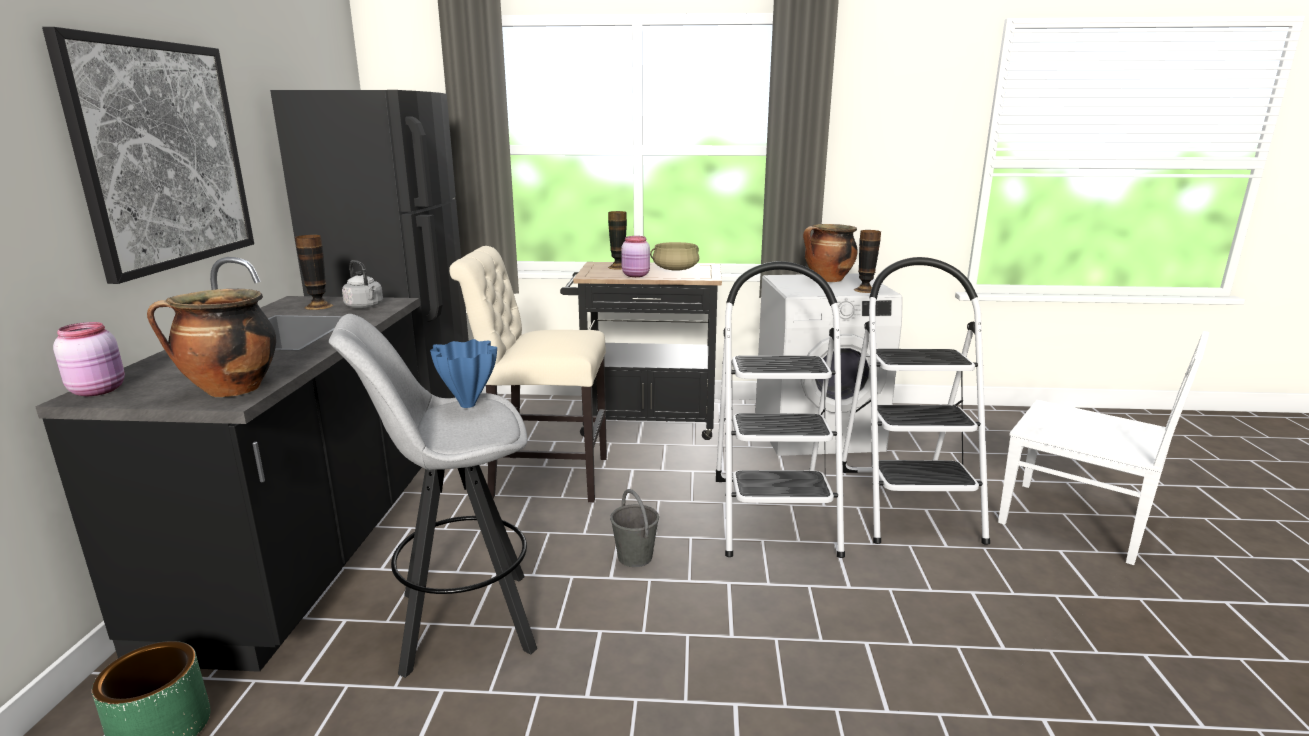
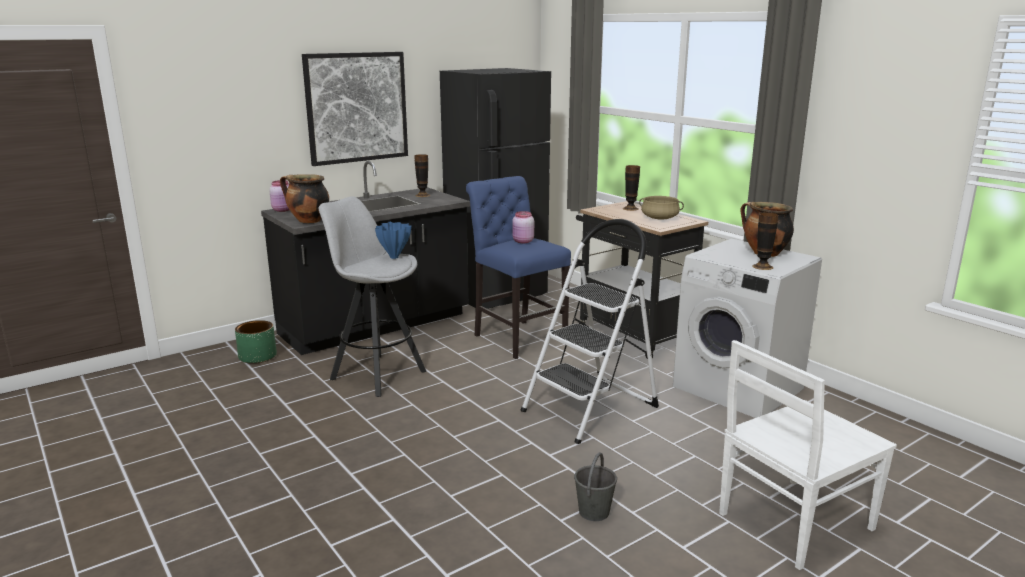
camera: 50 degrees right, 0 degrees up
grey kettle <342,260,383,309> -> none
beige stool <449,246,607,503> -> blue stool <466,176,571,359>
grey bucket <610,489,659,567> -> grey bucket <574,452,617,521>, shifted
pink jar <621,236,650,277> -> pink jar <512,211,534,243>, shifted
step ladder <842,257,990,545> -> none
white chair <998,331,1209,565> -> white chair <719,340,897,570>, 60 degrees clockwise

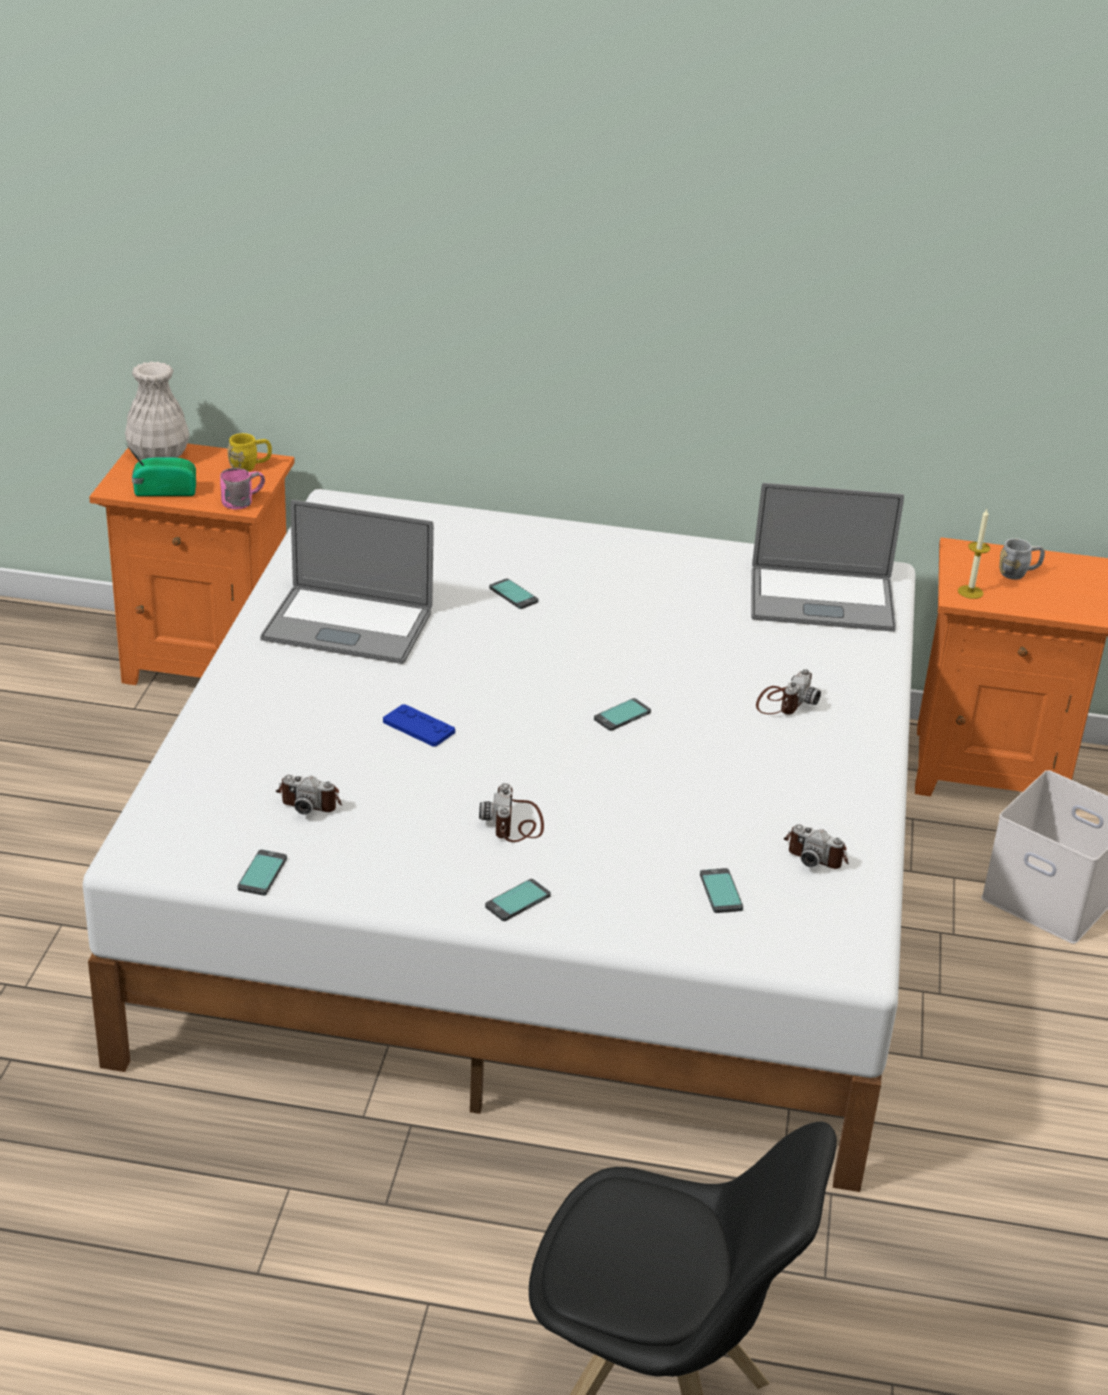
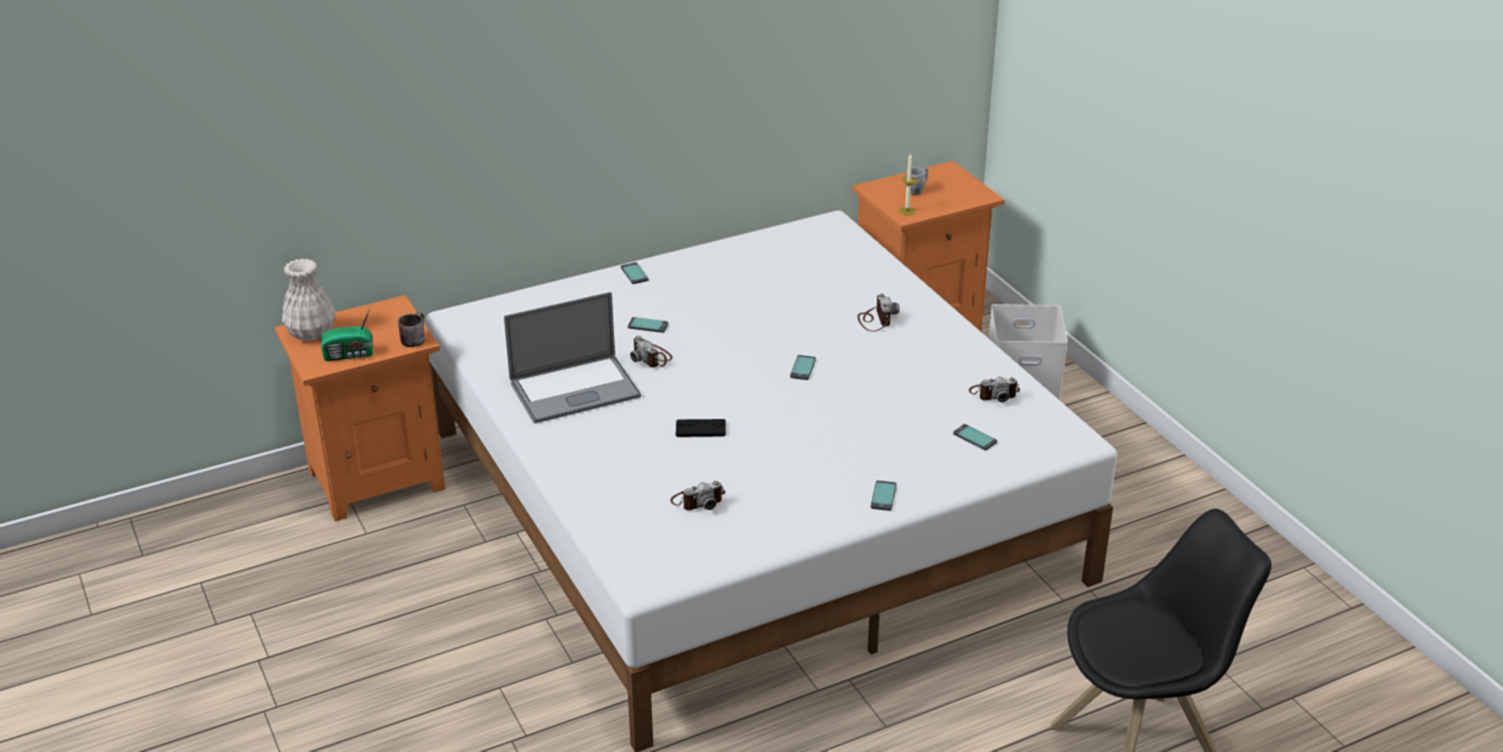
camera: 35 degrees left, 0 degrees up
radio <125,443,196,496> -> radio <321,305,373,361>, 150 degrees counterclockwise
pink mug <220,468,265,509> -> brown mug <398,312,425,347>
yellow mug <227,433,272,471> -> none
phone <238,850,287,896> -> phone <621,262,648,284>, shifted
blue game controller <383,704,455,747> -> black game controller <676,419,726,437>
photo camera <479,783,544,842> -> photo camera <630,336,672,367>, shifted
laptop <751,483,904,632> -> none

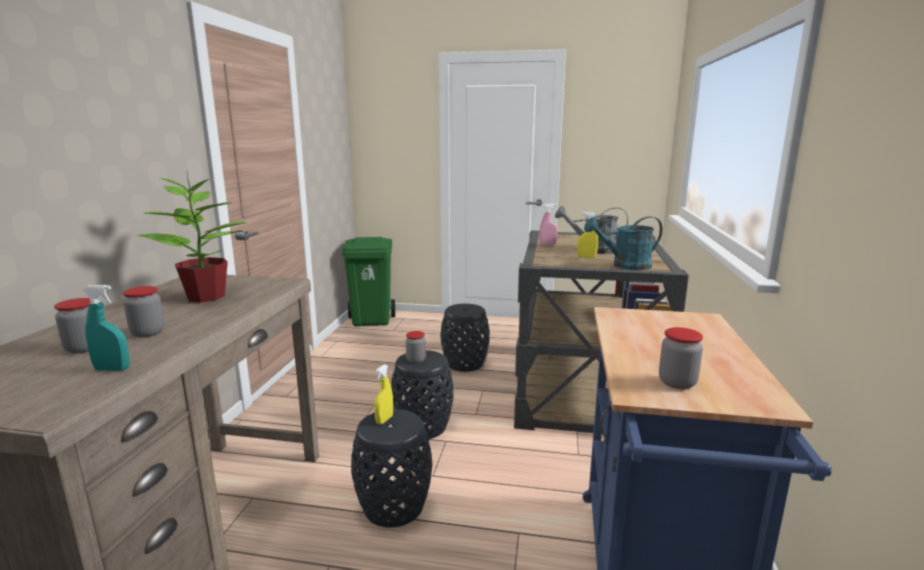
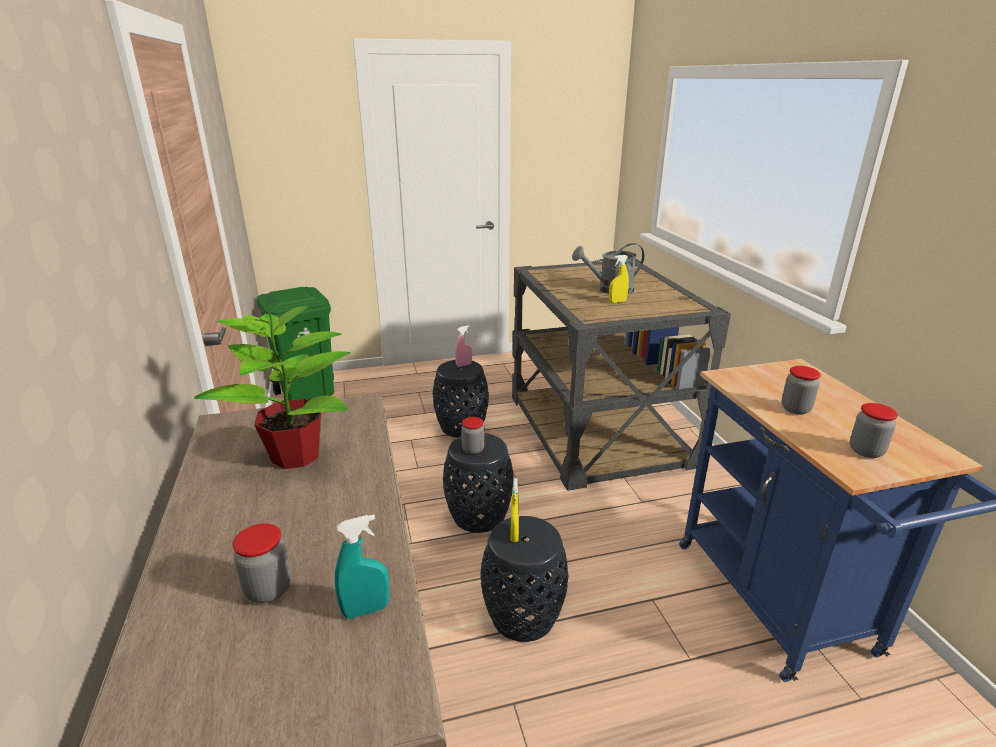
camera: 25 degrees left, 10 degrees up
jar <123,286,164,337> -> jar <781,366,821,414>, shifted
pink spray bottle <539,204,558,245> -> pink spray bottle <455,325,472,367>, shifted
turquoise watering can <584,216,663,270> -> none

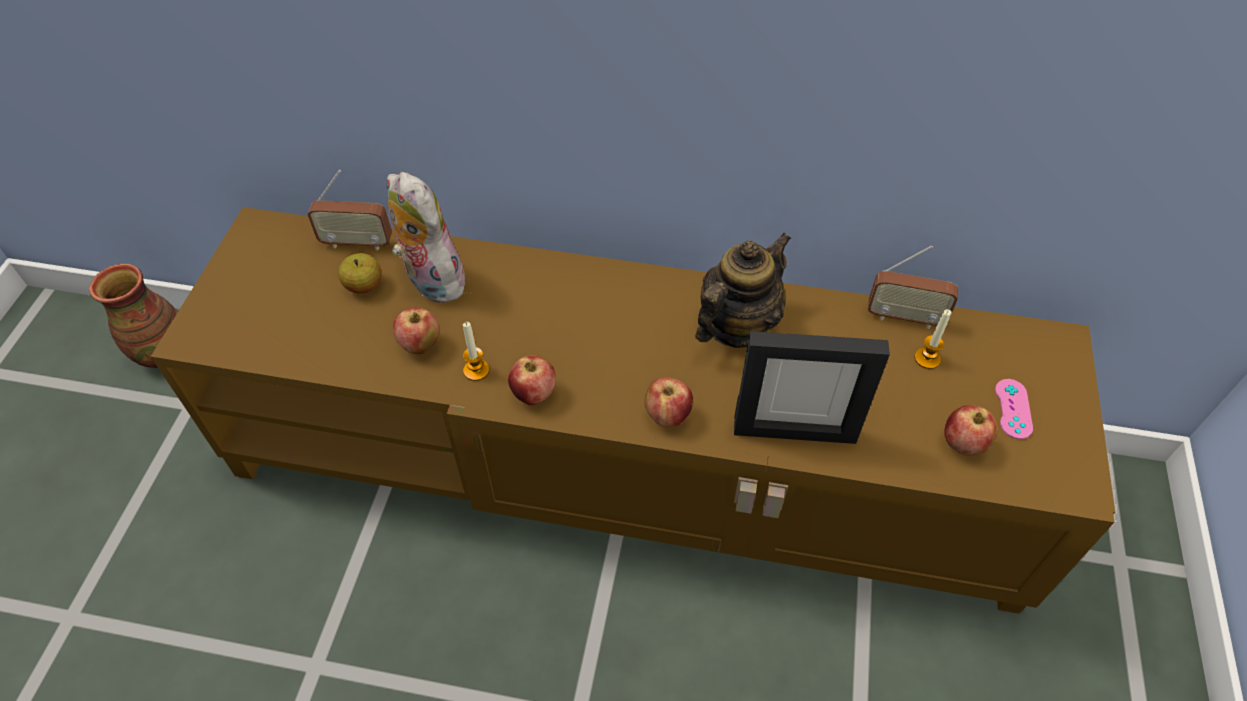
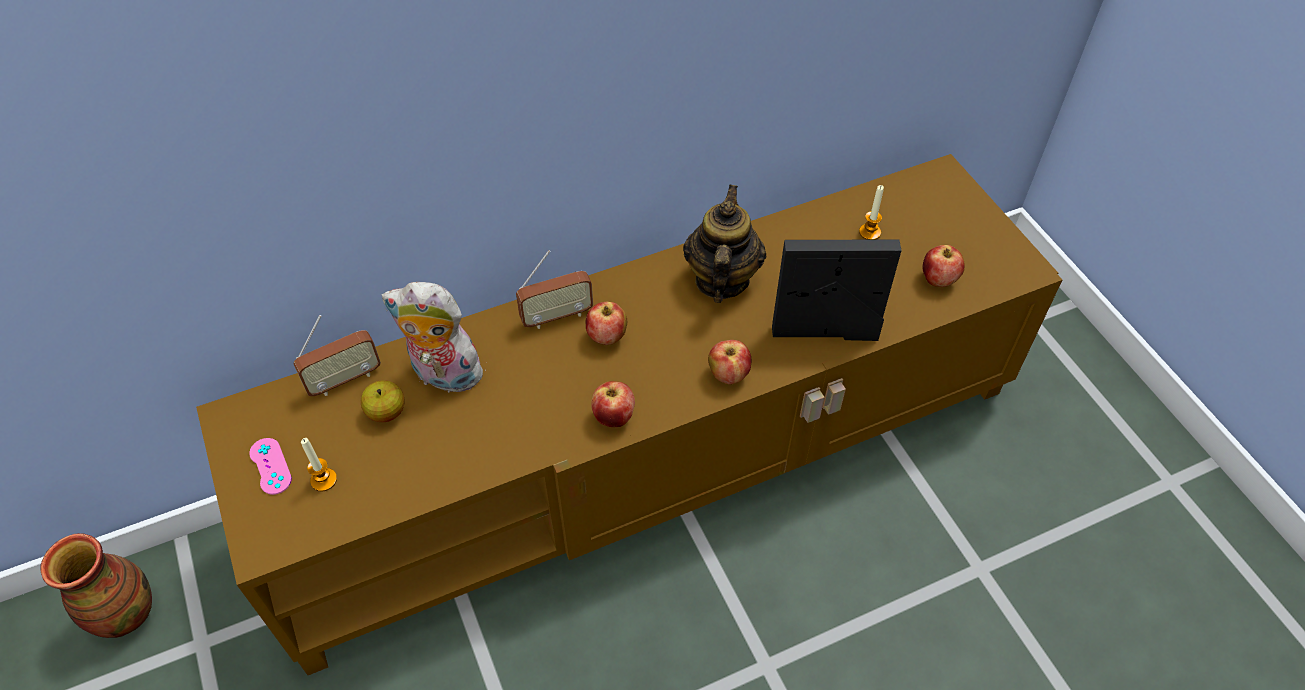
camera: 35 degrees left, 0 degrees up
apple <393,307,439,354> -> apple <586,302,627,345>, shifted
candle <463,322,489,381> -> candle <301,438,337,492>, shifted
picture frame <734,331,890,444> -> picture frame <772,239,902,341>, 150 degrees counterclockwise
radio <868,245,958,329> -> radio <516,250,593,329>, shifted
pink game controller <995,379,1033,439> -> pink game controller <249,438,292,495>, shifted

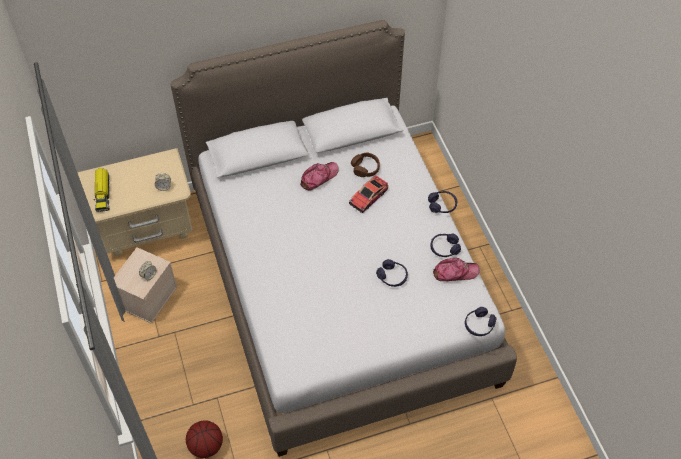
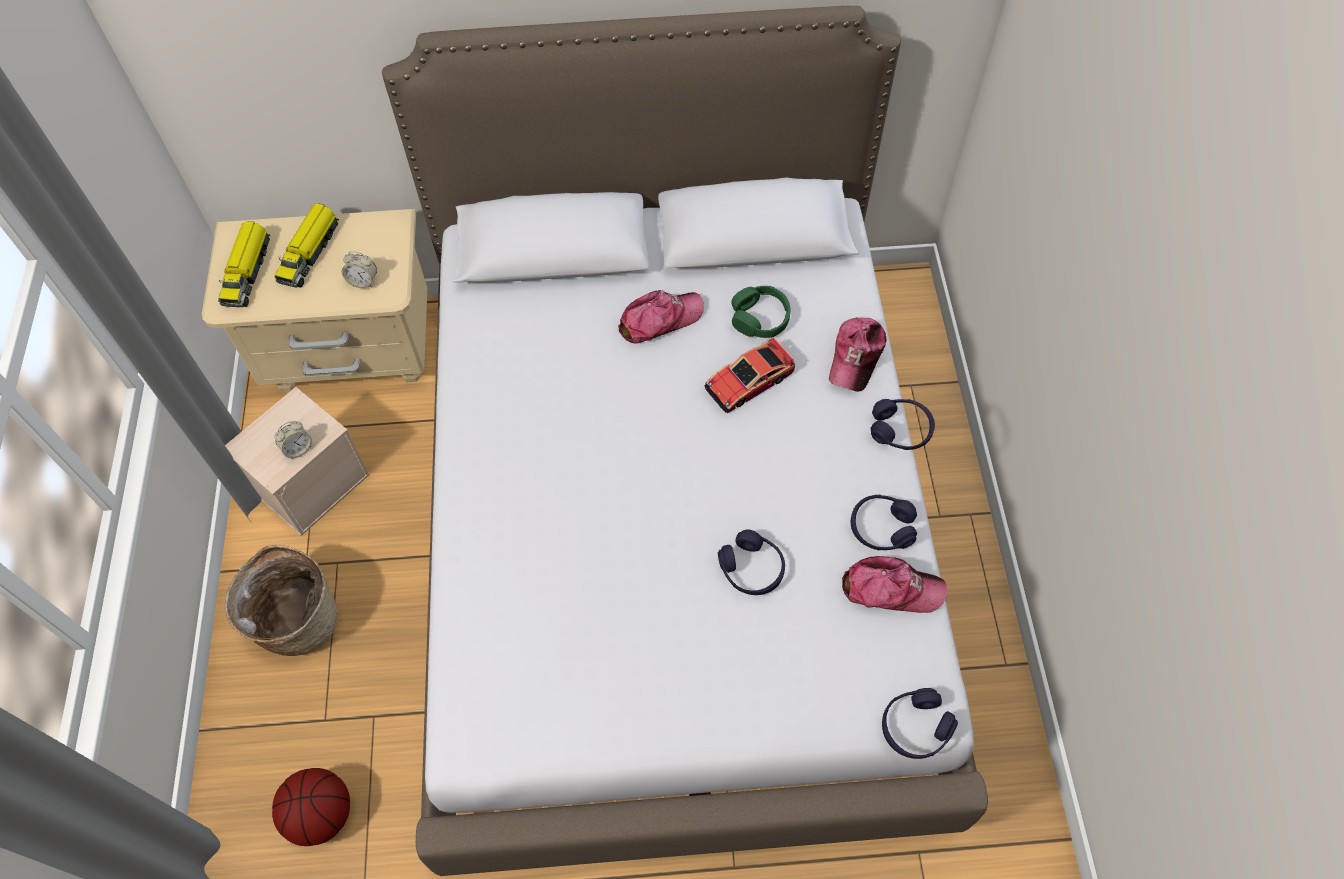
camera: 15 degrees right, 5 degrees up
brown headphones <351,152,380,177> -> green headphones <731,286,790,338>
none -> basket <225,545,338,656>
none -> toy truck <275,203,339,288>
none -> cap <829,317,886,392>

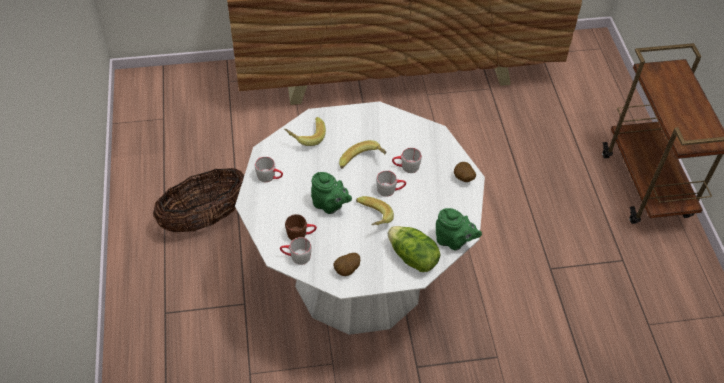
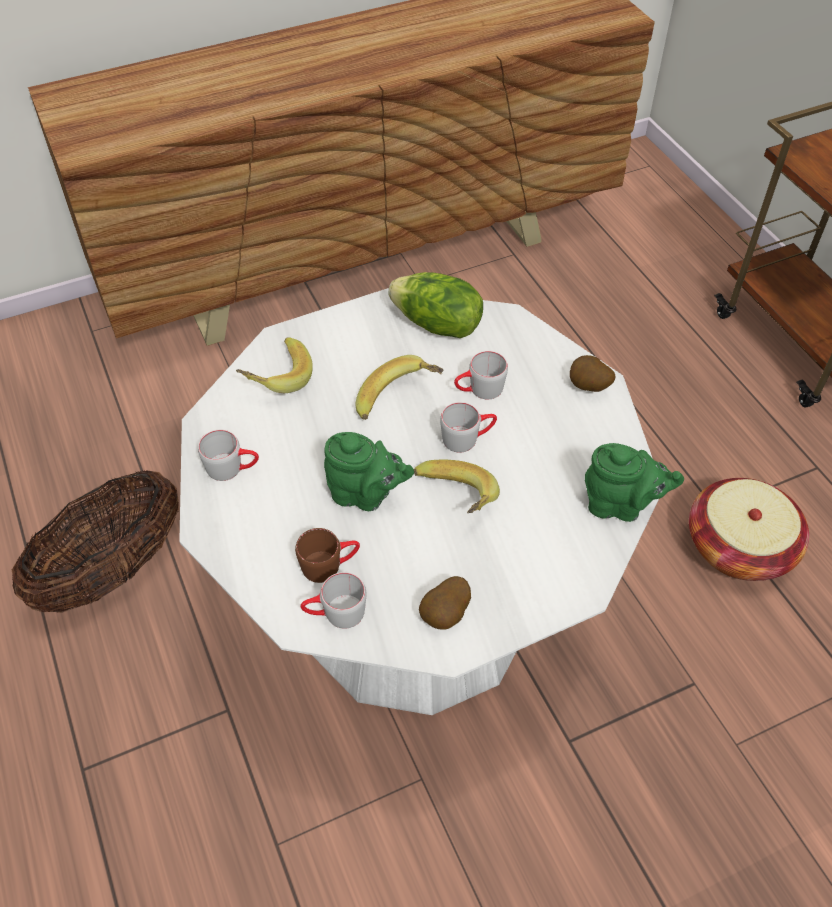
camera: 15 degrees left, 0 degrees up
lettuce <388,226,441,272> -> lettuce <388,272,483,338>, shifted
none -> basket <689,478,809,581>

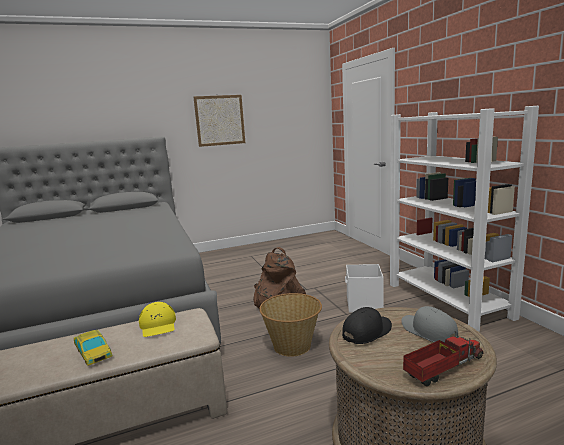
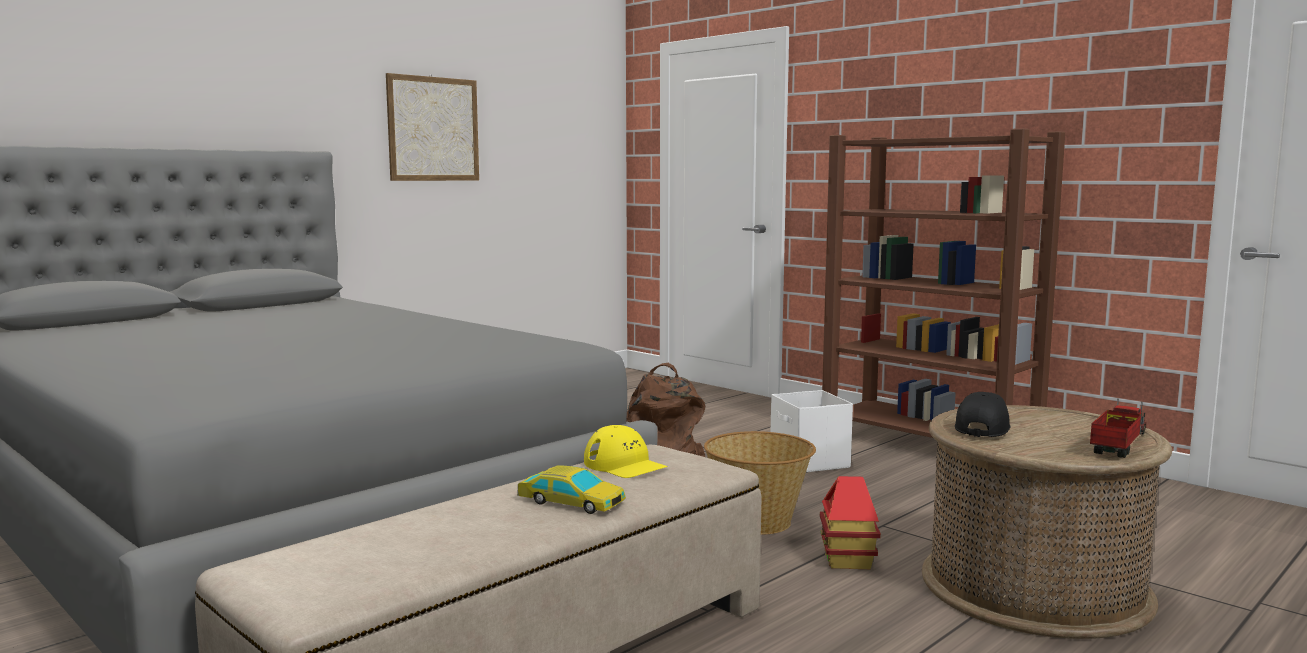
camera: 25 degrees left, 5 degrees down
white bookcase <390,106,539,332> -> brown bookcase <822,128,1065,476>
grey cap <401,306,458,342> -> none
none -> toy house <820,476,881,569>

